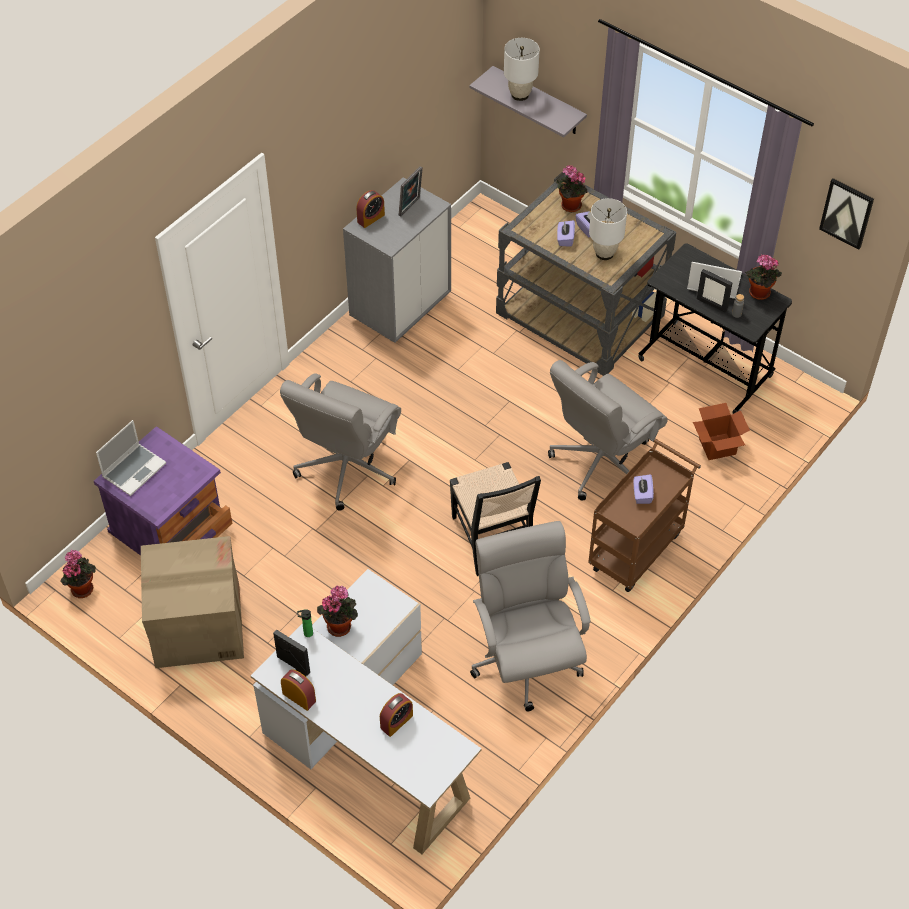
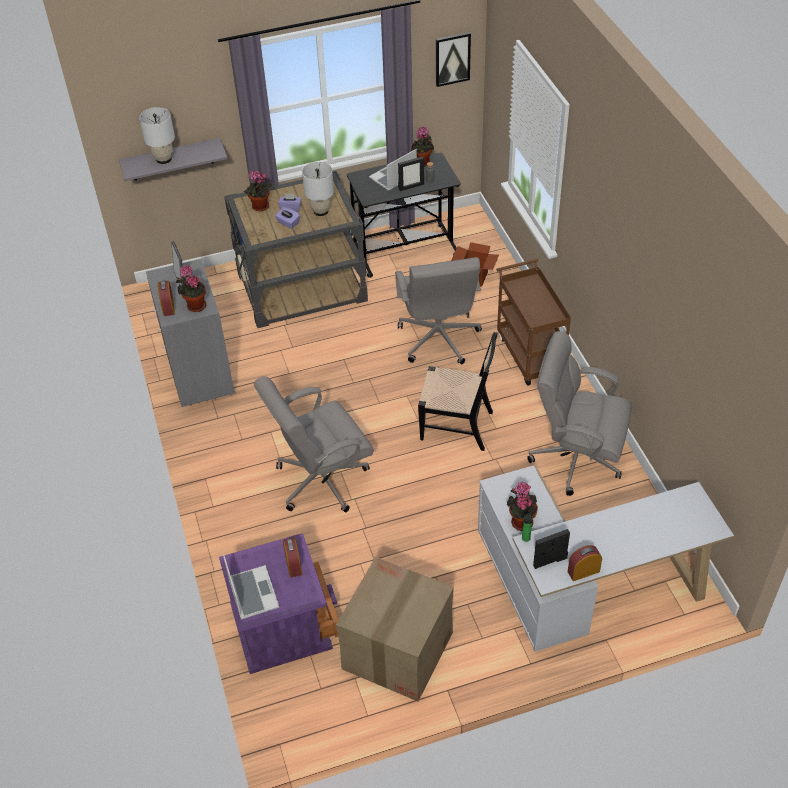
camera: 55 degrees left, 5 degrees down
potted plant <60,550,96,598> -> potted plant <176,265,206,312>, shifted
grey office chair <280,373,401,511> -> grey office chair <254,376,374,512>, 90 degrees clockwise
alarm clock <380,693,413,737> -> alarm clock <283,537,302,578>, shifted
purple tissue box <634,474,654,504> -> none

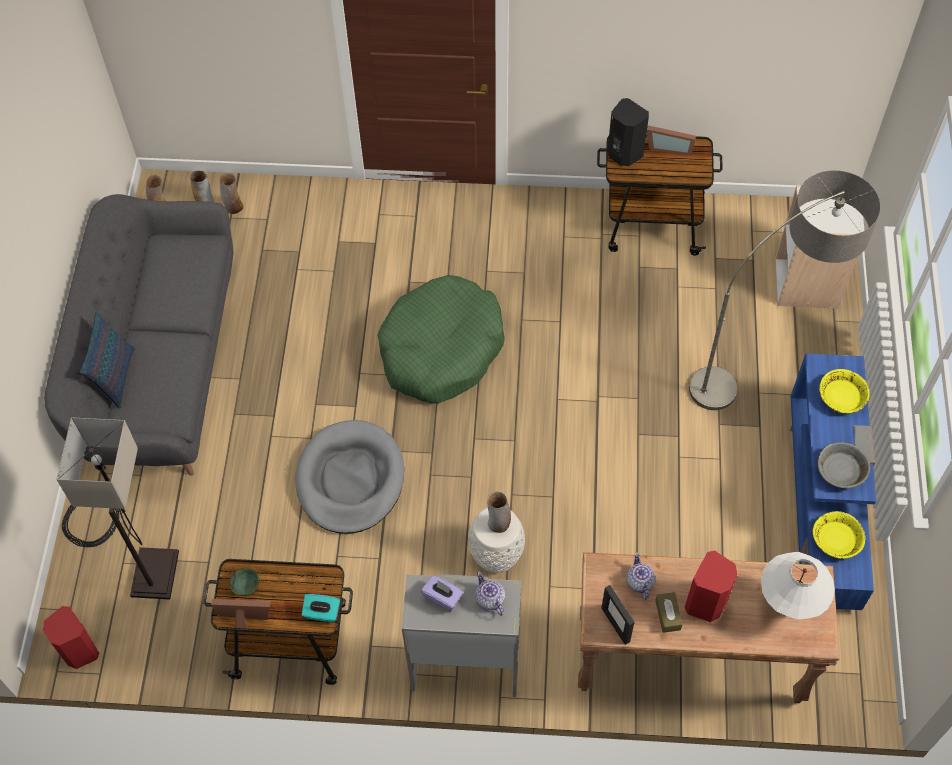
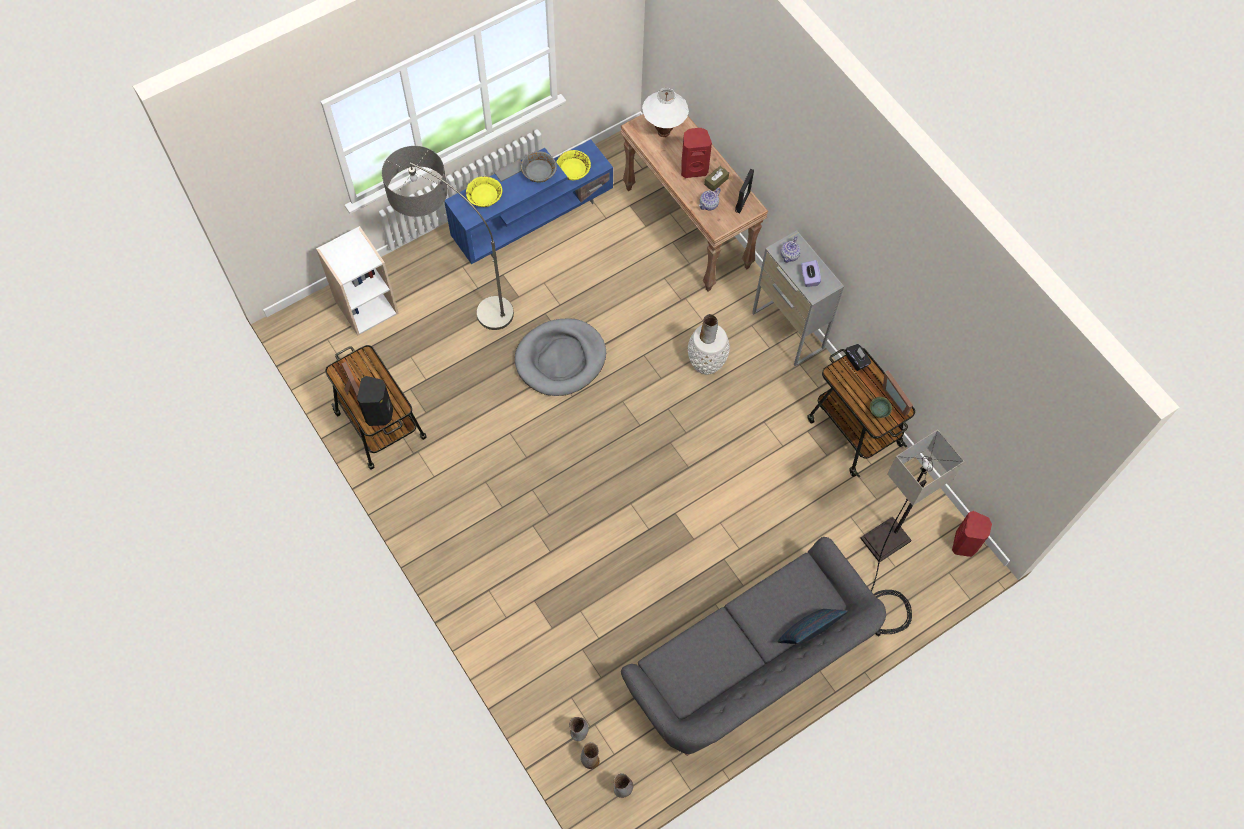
camera: 130 degrees left, 5 degrees up
grey dog bed <295,420,404,534> -> grey dog bed <515,318,606,396>, shifted
turquoise tissue box <302,594,340,622> -> black tissue box <846,344,871,371>
green dog bed <377,275,505,404> -> none

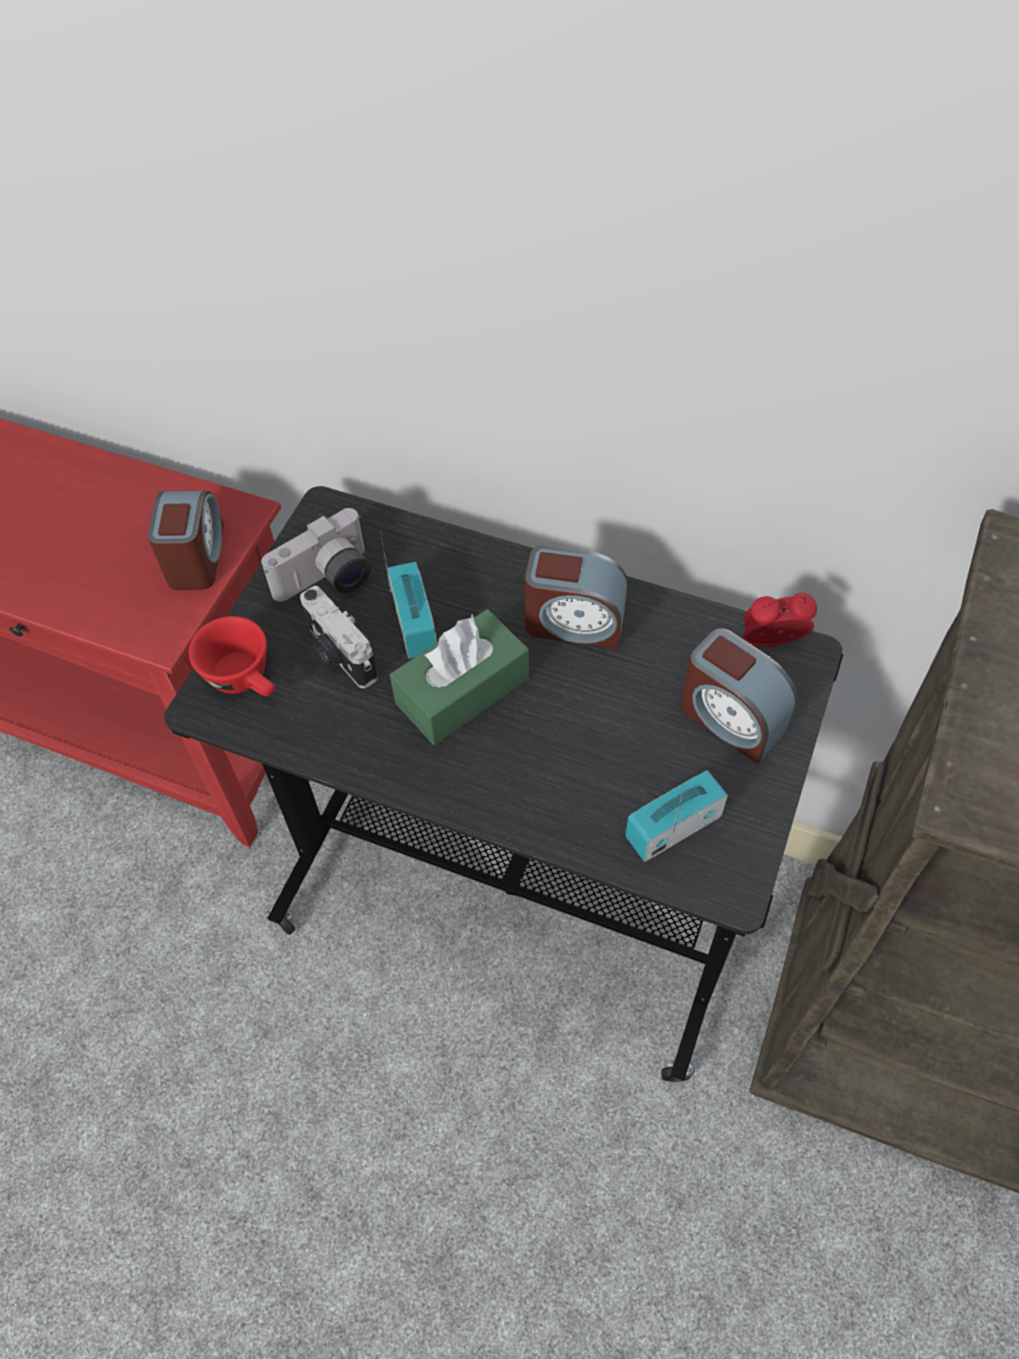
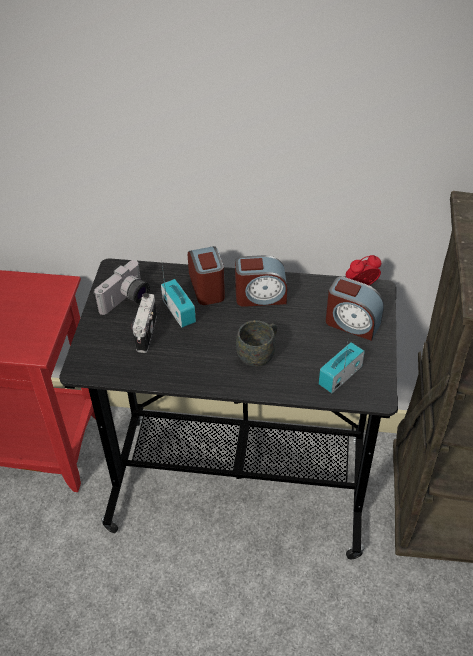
camera: 15 degrees left, 10 degrees down
alarm clock <148,491,224,590> -> alarm clock <188,246,225,305>, shifted
red cup <189,616,275,696> -> none
photo camera <300,586,378,688> -> photo camera <131,293,157,353>, 60 degrees clockwise
green tissue box <390,609,529,745> -> none
none -> grey mug <236,320,277,366>

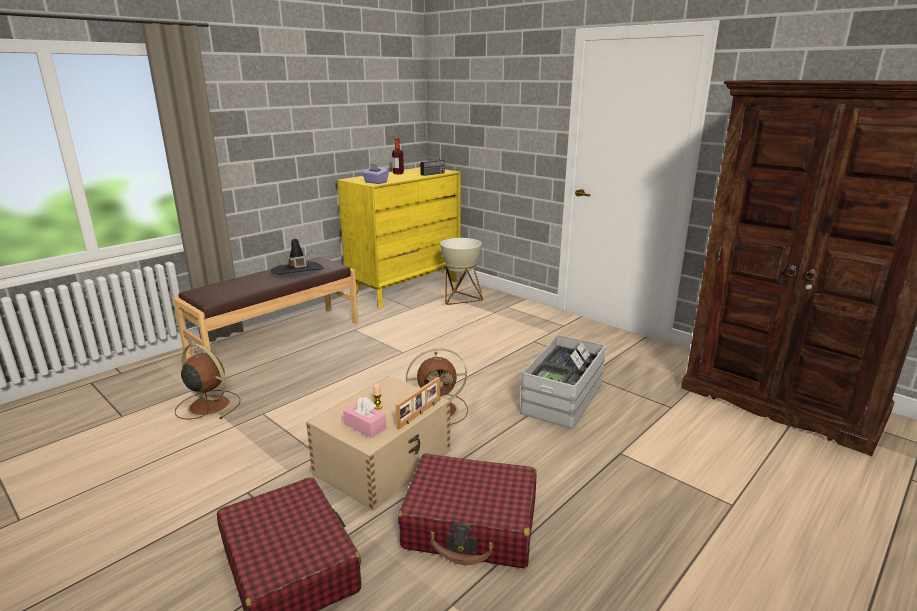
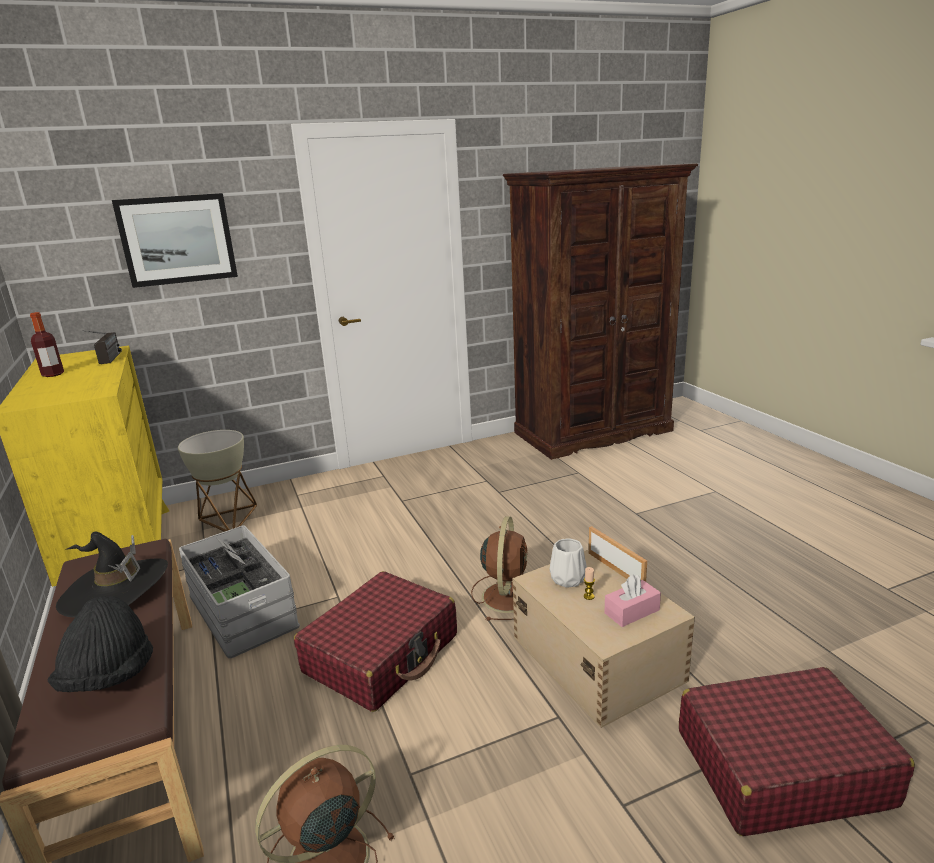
camera: 65 degrees left, 0 degrees up
purple tissue box <362,164,389,184> -> none
red suitcase <398,454,537,568> -> red suitcase <294,571,457,712>, shifted
grey storage box <520,335,606,429> -> grey storage box <179,526,300,658>, shifted
none -> black hat <47,596,153,692>
none -> picture <112,193,238,288>
none -> white vase <550,538,587,588>

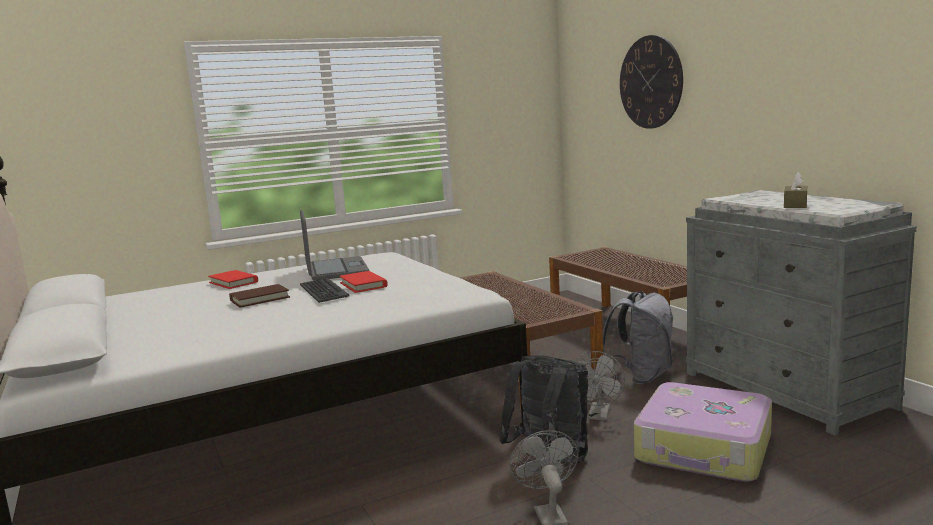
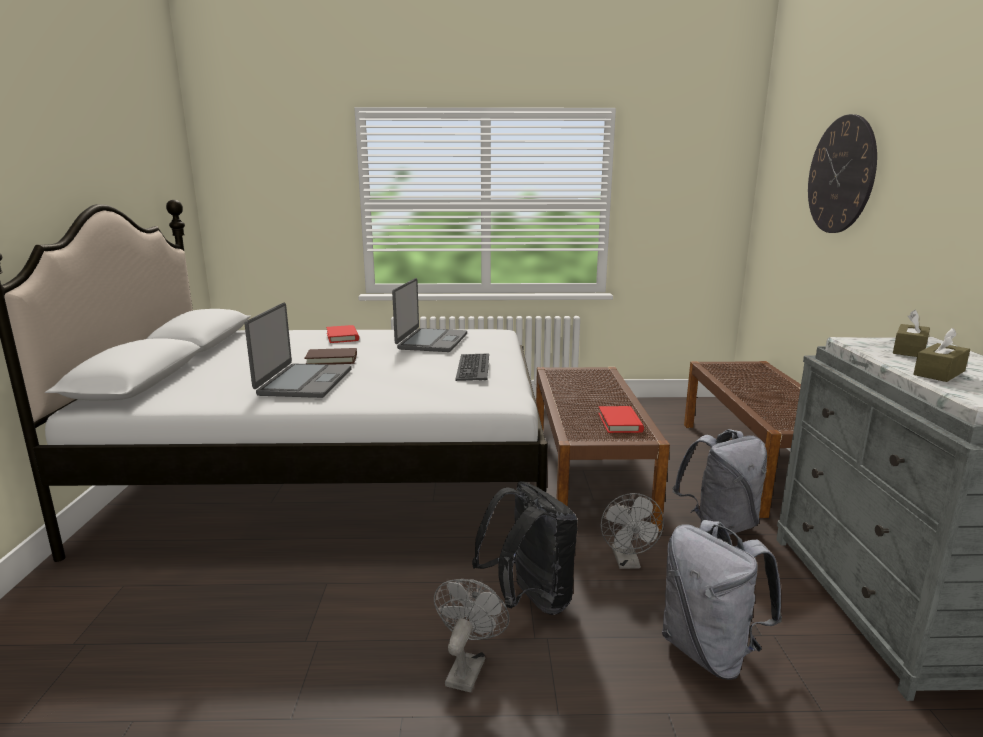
camera: 25 degrees right, 5 degrees up
keyboard <300,278,350,303> -> keyboard <455,353,489,381>, shifted
red book <339,271,388,293> -> red book <598,406,644,433>, shifted
grey fan <574,351,625,420> -> grey fan <601,493,664,569>, 45 degrees counterclockwise
suitcase <634,382,772,482> -> grey backpack <662,520,782,680>
none -> laptop <245,303,352,398>
none -> brown tissue box <893,310,930,357>

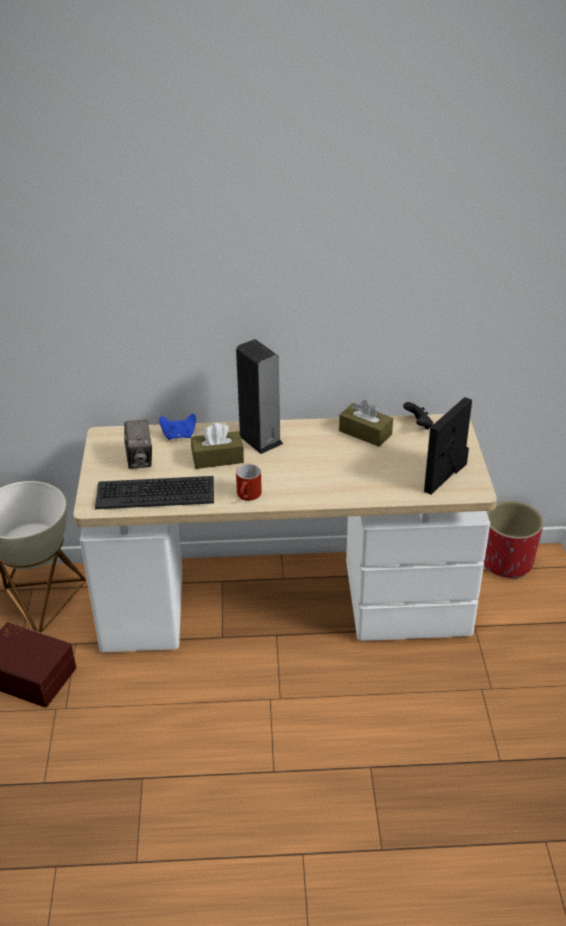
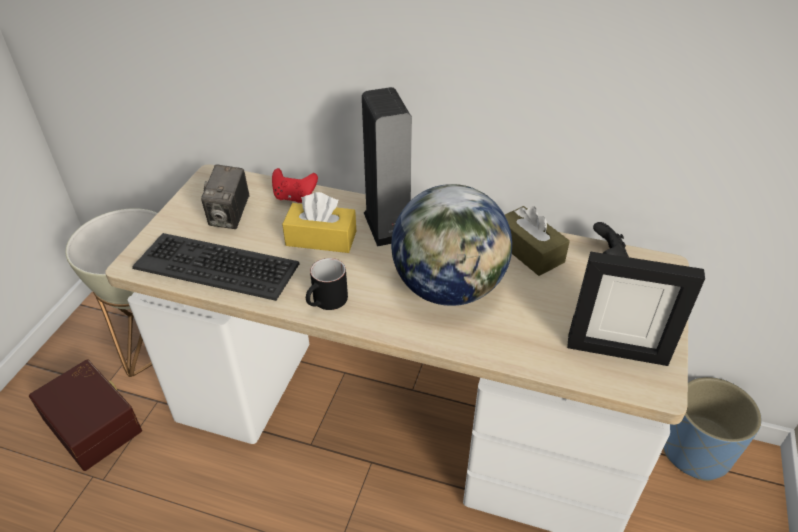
camera: 20 degrees right, 5 degrees up
blue game controller <159,413,196,440> -> red game controller <272,168,318,203>
brown tissue box <191,423,244,469> -> yellow tissue box <282,192,356,253>
red mug <236,464,262,501> -> black mug <306,258,348,310>
picture frame <424,397,472,495> -> picture frame <567,252,705,366>, 135 degrees counterclockwise
red planter <484,501,544,579> -> blue planter <663,377,762,481>
none -> globe <391,184,512,306>

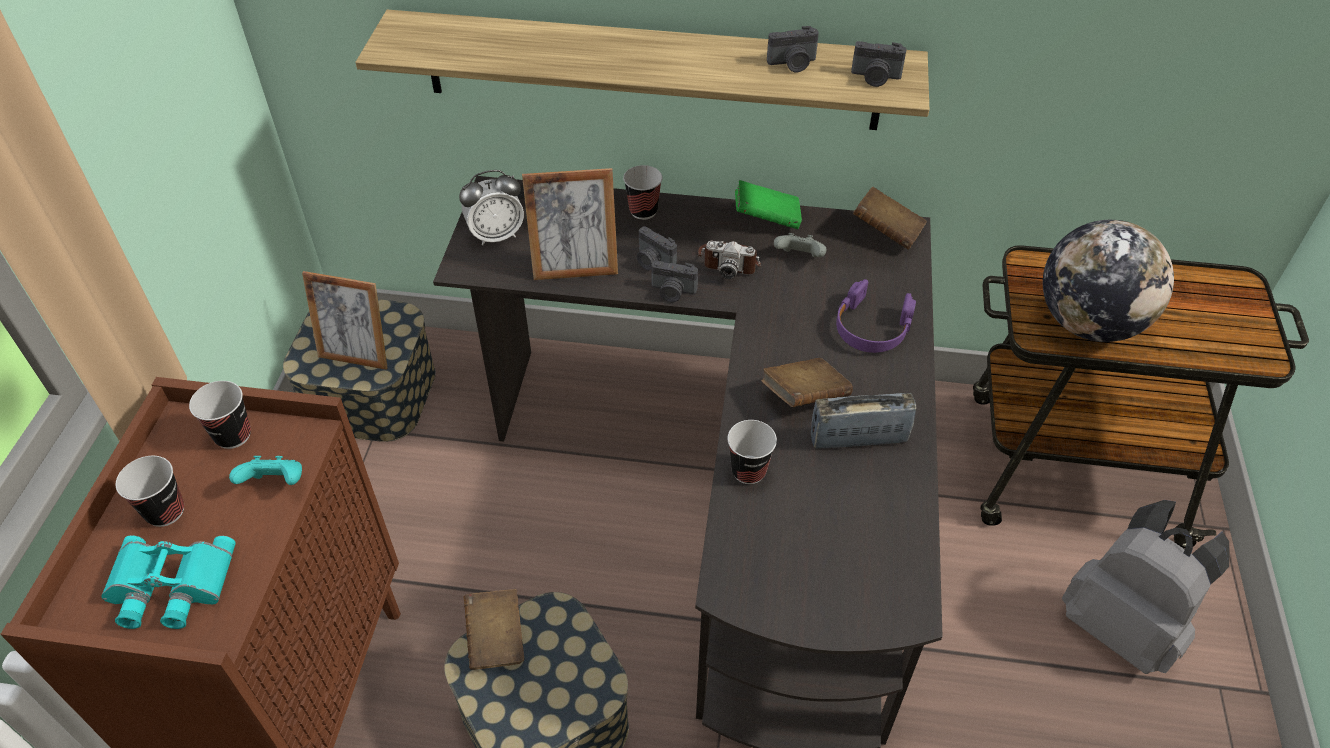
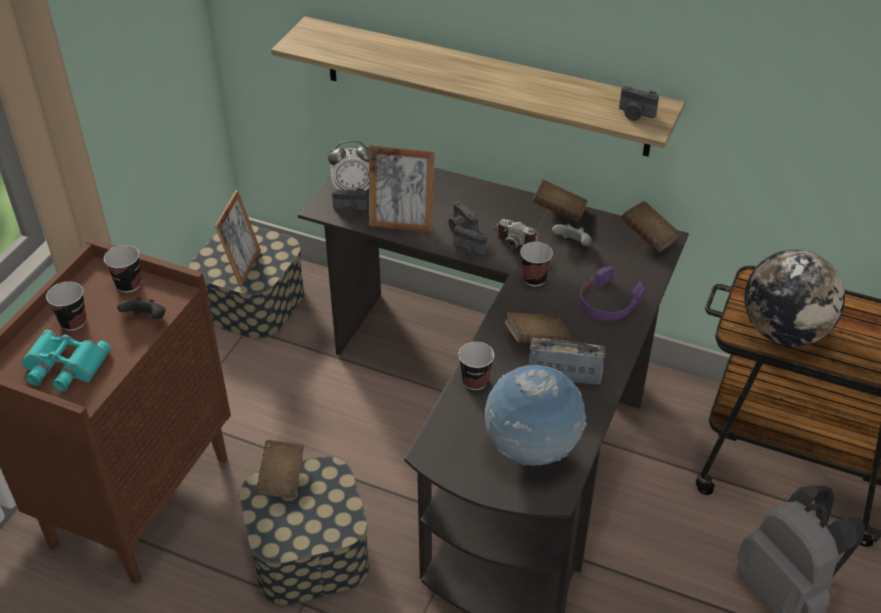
camera: 15 degrees right, 5 degrees down
turquoise game controller <229,456,302,485> -> black game controller <117,297,166,319>
picture frame <302,271,388,370> -> picture frame <215,190,261,287>, 105 degrees counterclockwise
cup <623,165,663,220> -> cup <520,242,553,287>, shifted
green book <735,180,802,229> -> brown book <532,180,588,223>
photo camera <767,26,819,72> -> photo camera <332,188,367,218>, shifted
none -> globe <485,365,587,466>

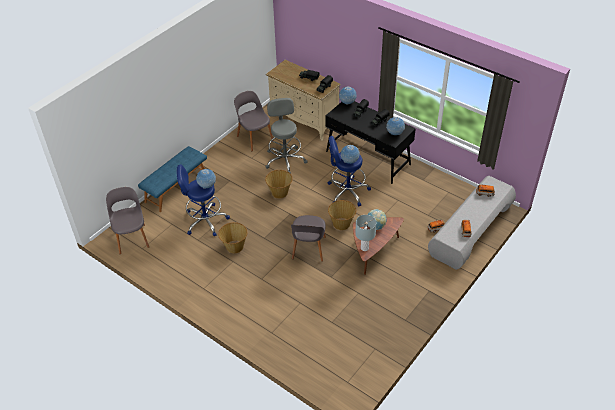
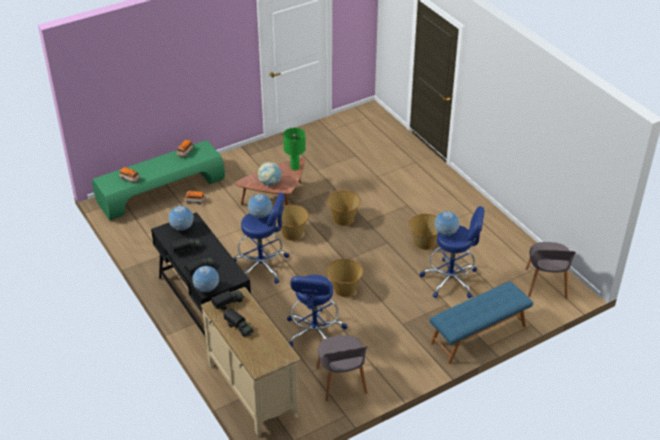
camera: 160 degrees left, 5 degrees down
grey stool <265,98,308,174> -> blue stool <287,275,347,347>
grey chair <291,215,326,262> -> basket <327,190,361,226>
grey table lamp <355,215,377,251> -> green table lamp <283,128,306,171>
grey bench <428,176,516,270> -> green bench <92,140,225,220>

